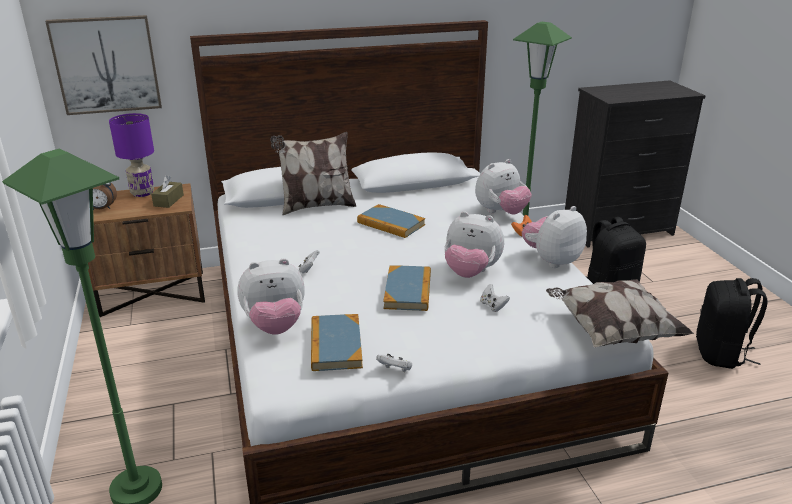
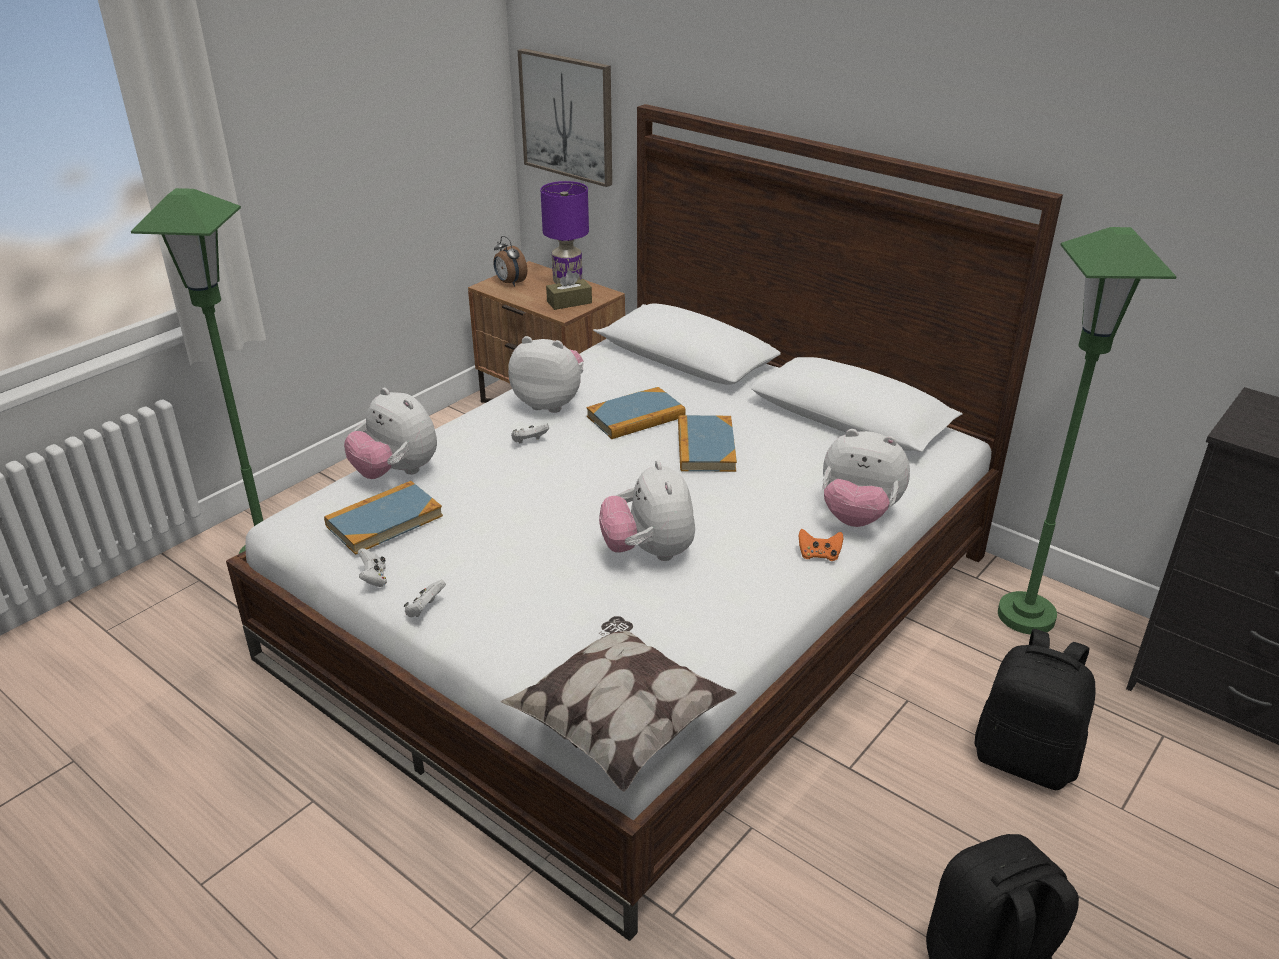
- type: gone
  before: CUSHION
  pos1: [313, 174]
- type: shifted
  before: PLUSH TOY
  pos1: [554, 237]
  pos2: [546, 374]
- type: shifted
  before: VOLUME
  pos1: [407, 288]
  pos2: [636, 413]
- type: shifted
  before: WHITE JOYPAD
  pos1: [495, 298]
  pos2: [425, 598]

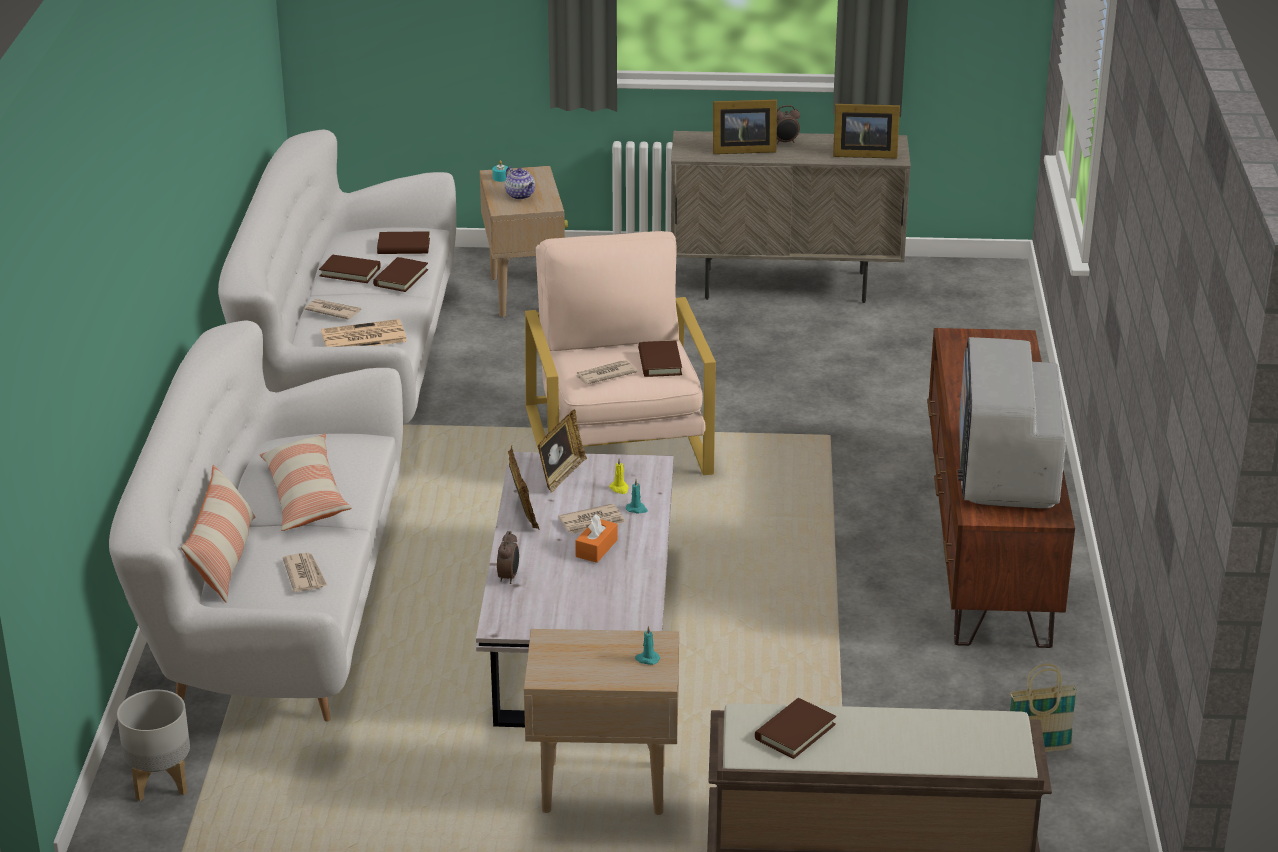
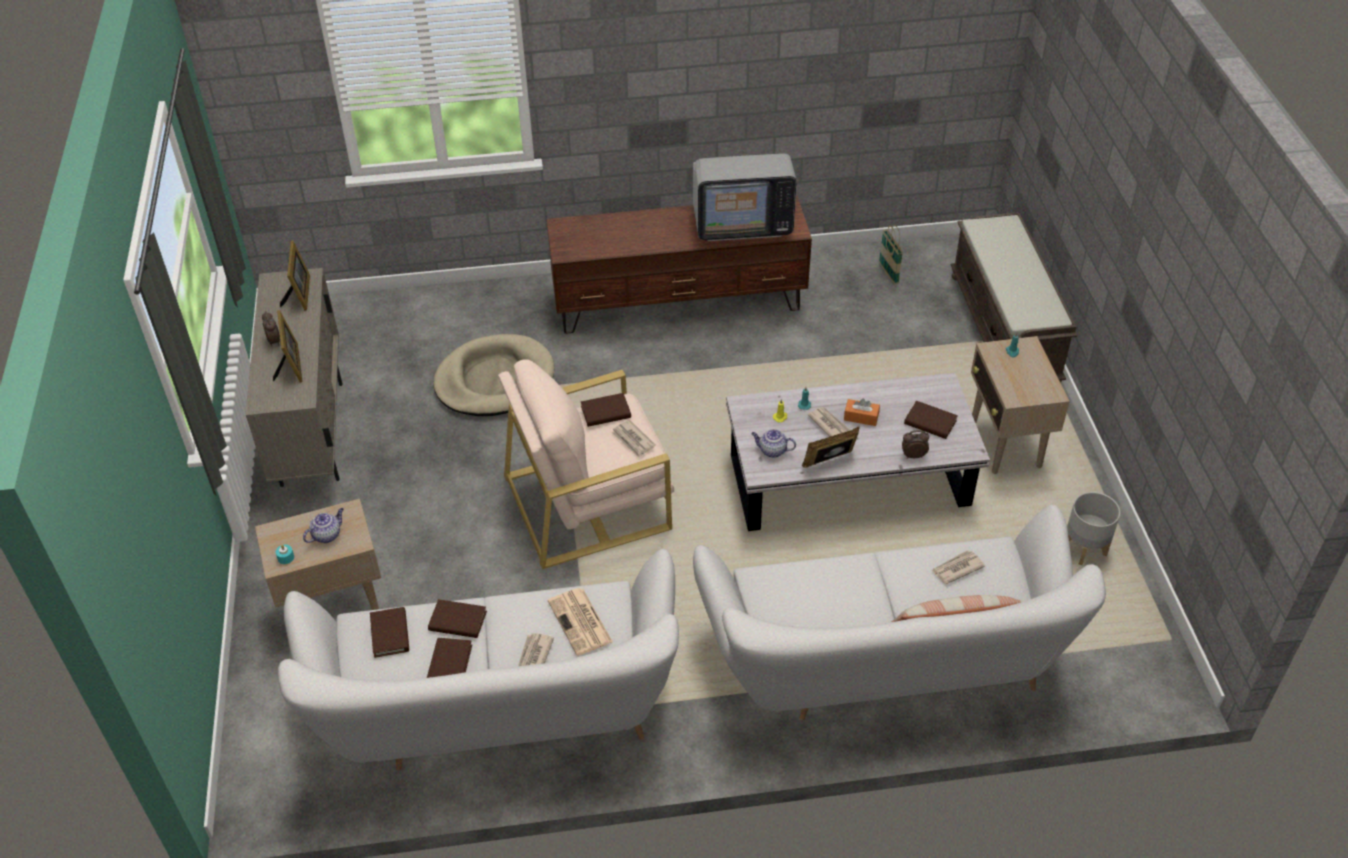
- type: swapped
  before: STANDING FRAME
  after: TEA POT
  pos1: [562, 451]
  pos2: [773, 443]
- type: gone
  before: CUSHION
  pos1: [306, 482]
- type: shifted
  before: GREY FLOWER POT
  pos1: [153, 745]
  pos2: [1093, 528]
- type: shifted
  before: BROWNISH VOLUME
  pos1: [795, 728]
  pos2: [931, 420]
- type: new
  after: BEIGE-COLOURED PET BED
  pos2: [494, 375]

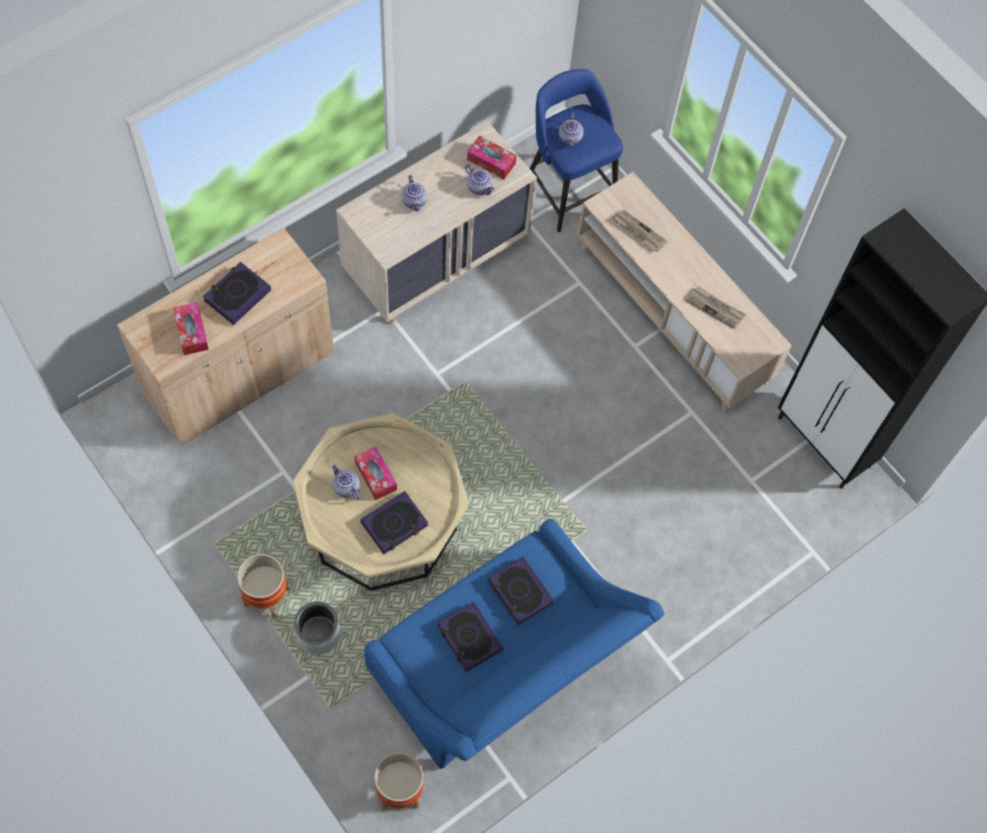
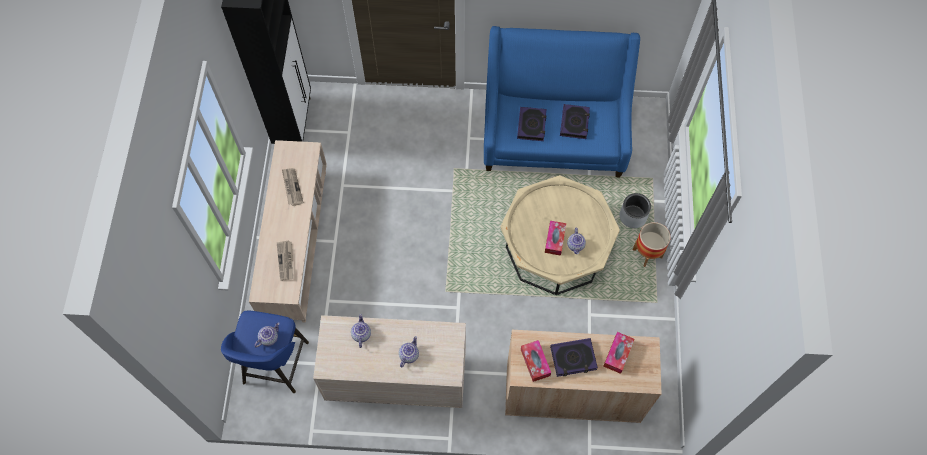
- type: shifted
  before: BOX OF TISSUES
  pos1: [492, 157]
  pos2: [536, 361]
- type: gone
  before: VOLUME
  pos1: [394, 522]
- type: gone
  before: FLOWER POT
  pos1: [399, 781]

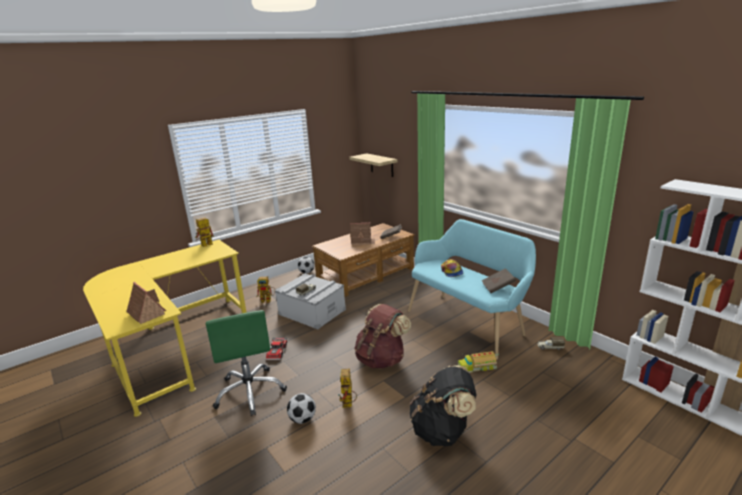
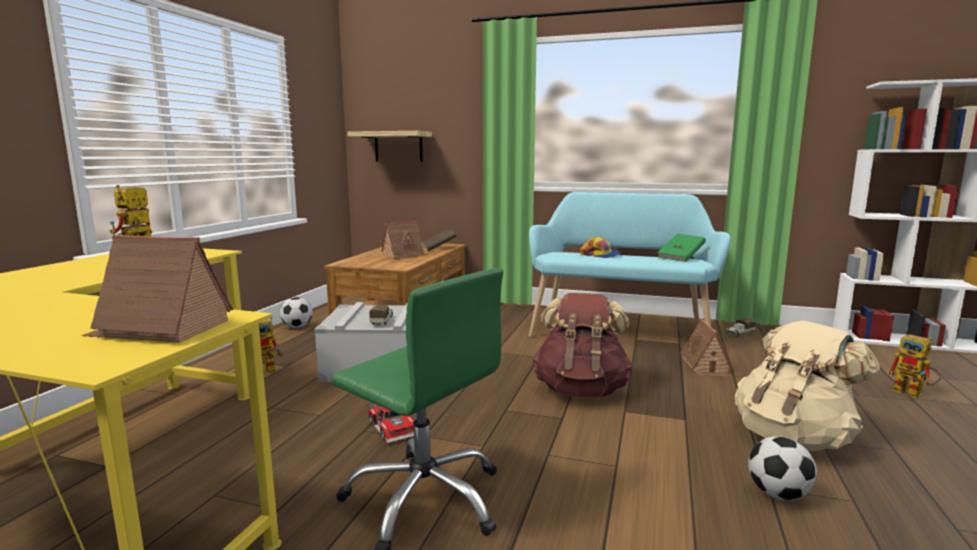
- type: repainted
  before: BROWNISH VOLUME
  after: GREENISH VOLUME
  pos1: [499, 280]
  pos2: [682, 248]
- type: swapped
  before: TOY LORRY
  after: TOY HOUSE
  pos1: [478, 362]
  pos2: [706, 348]
- type: repainted
  before: BLACK-COLOURED KNAPSACK
  after: BEIGE-COLOURED KNAPSACK
  pos1: [443, 405]
  pos2: [807, 386]
- type: shifted
  before: MODEL ROBOT
  pos1: [347, 388]
  pos2: [914, 366]
- type: shifted
  before: FOOTBALL BALL
  pos1: [301, 408]
  pos2: [782, 468]

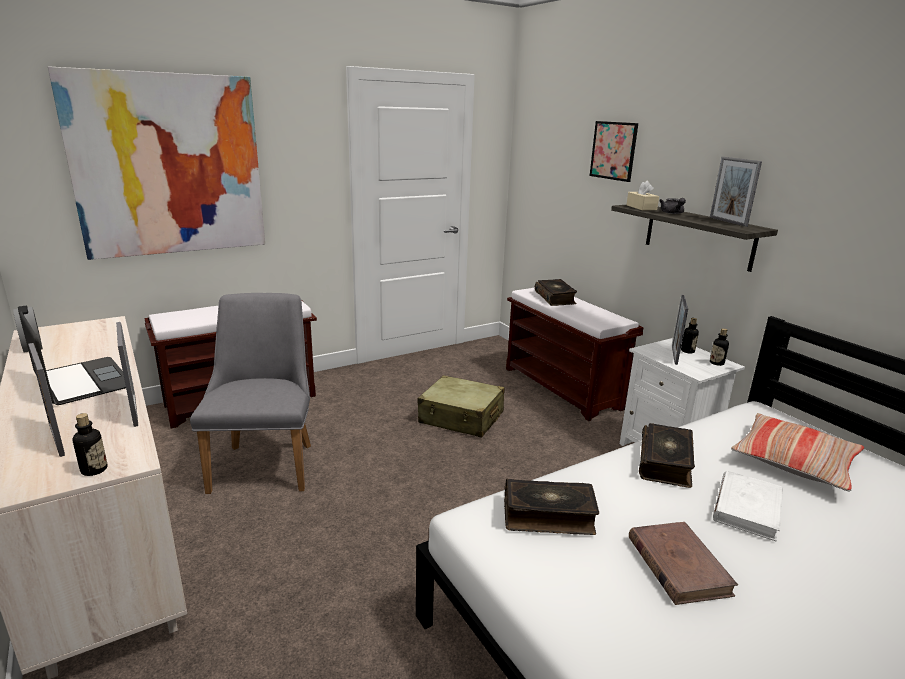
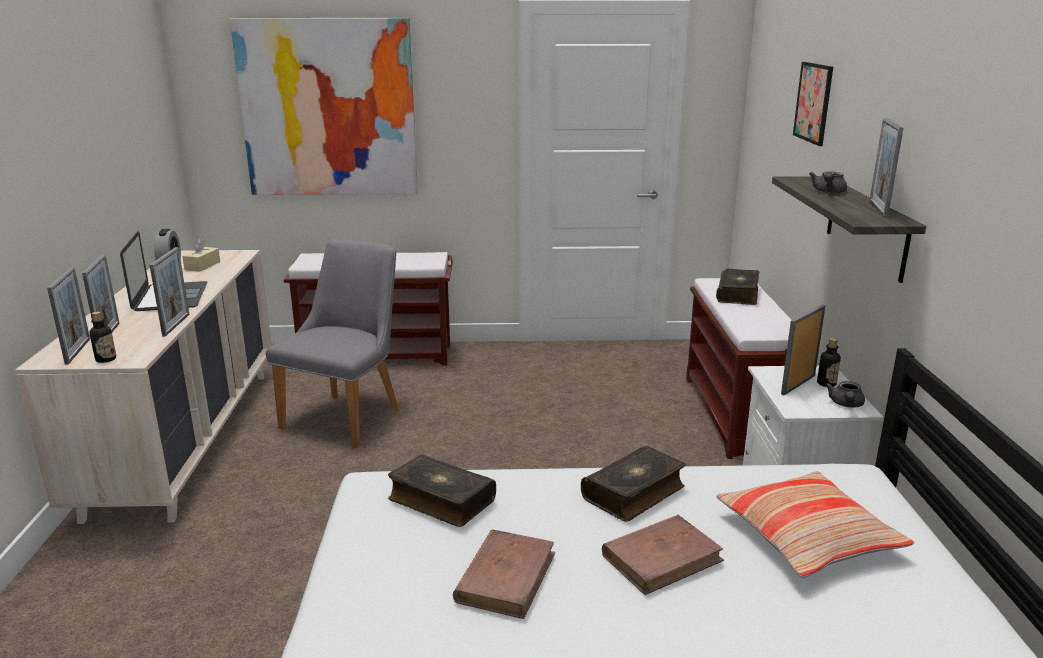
- type: shifted
  before: BEIGE-COLOURED BOX OF TISSUES
  pos1: [642, 195]
  pos2: [201, 255]
- type: swapped
  before: BOTTLE
  after: GREY TEA POT
  pos1: [719, 347]
  pos2: [845, 394]
- type: gone
  before: BEIGE-COLOURED SUITCASE
  pos1: [460, 406]
- type: repainted
  before: WHITE VOLUME
  after: BROWNISH VOLUME
  pos1: [748, 506]
  pos2: [663, 555]
- type: new
  after: STANDING FRAME
  pos2: [68, 316]

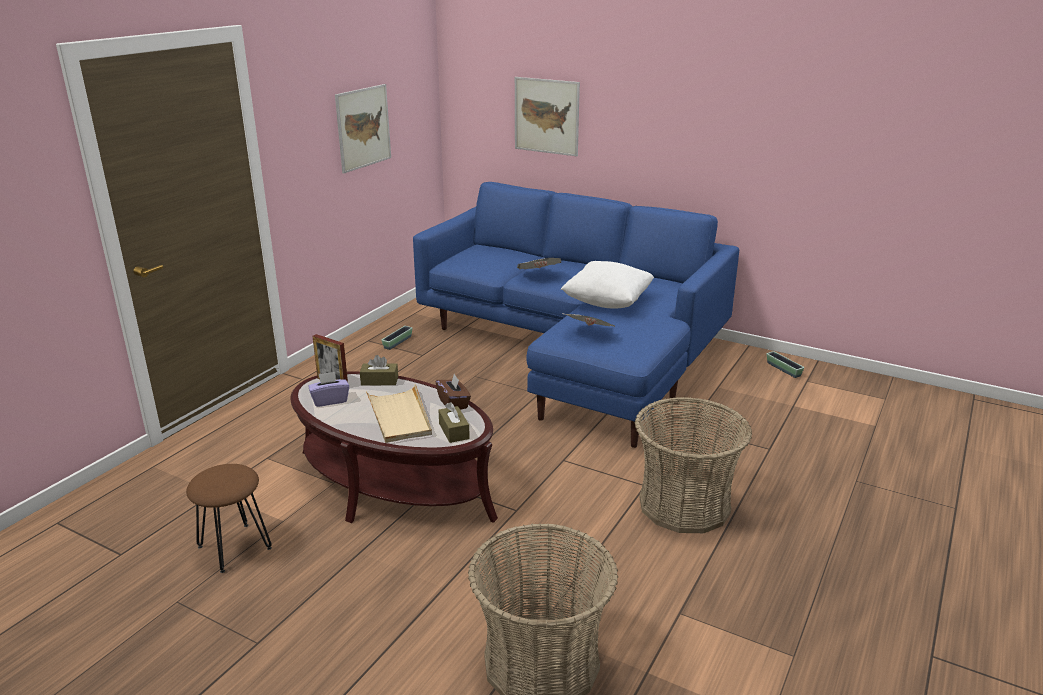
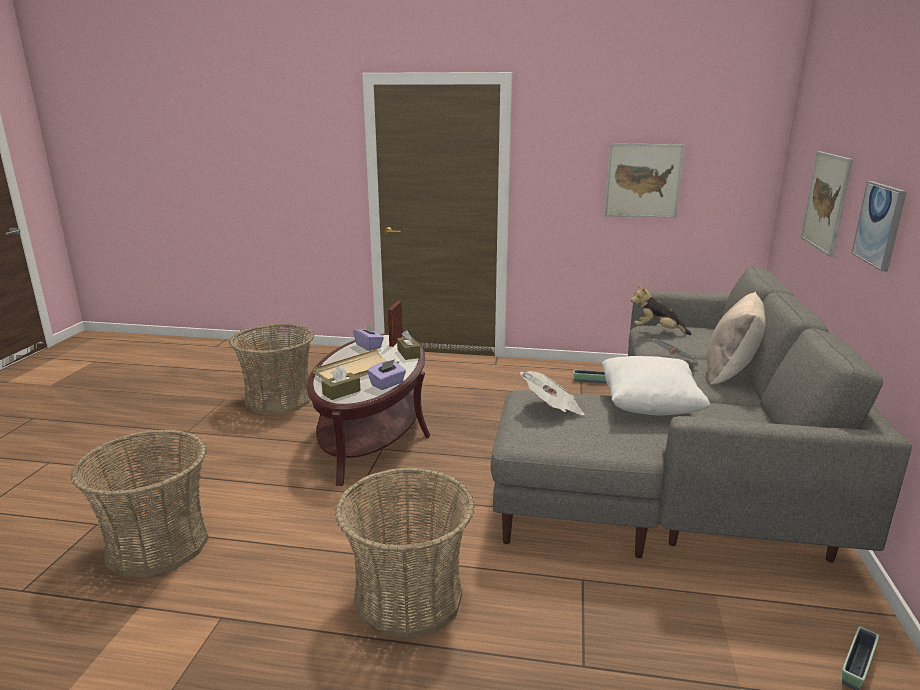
- type: repainted
  before: BLUISH COUCH
  after: GREY COUCH
  pos1: [576, 315]
  pos2: [701, 414]
- type: repainted
  before: BROWNISH BOX OF TISSUES
  after: PURPLISH BOX OF TISSUES
  pos1: [453, 392]
  pos2: [386, 374]
- type: swapped
  before: BROWNISH SITTING STOOL
  after: STORAGE BASKET
  pos1: [229, 518]
  pos2: [271, 369]
- type: new
  after: WALL PICTURE
  pos2: [879, 226]
- type: new
  after: PLUSH TOY
  pos2: [661, 310]
- type: new
  after: BEIGE-COLOURED CUSHION
  pos2: [736, 338]

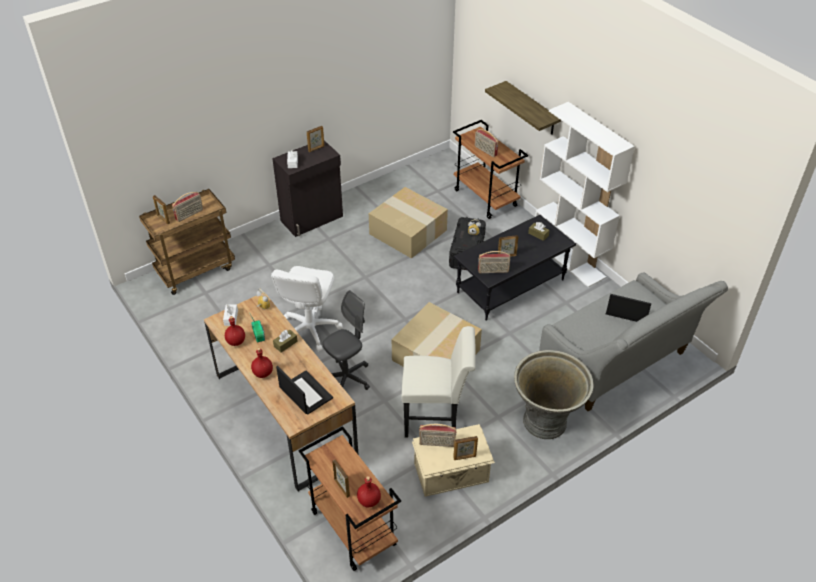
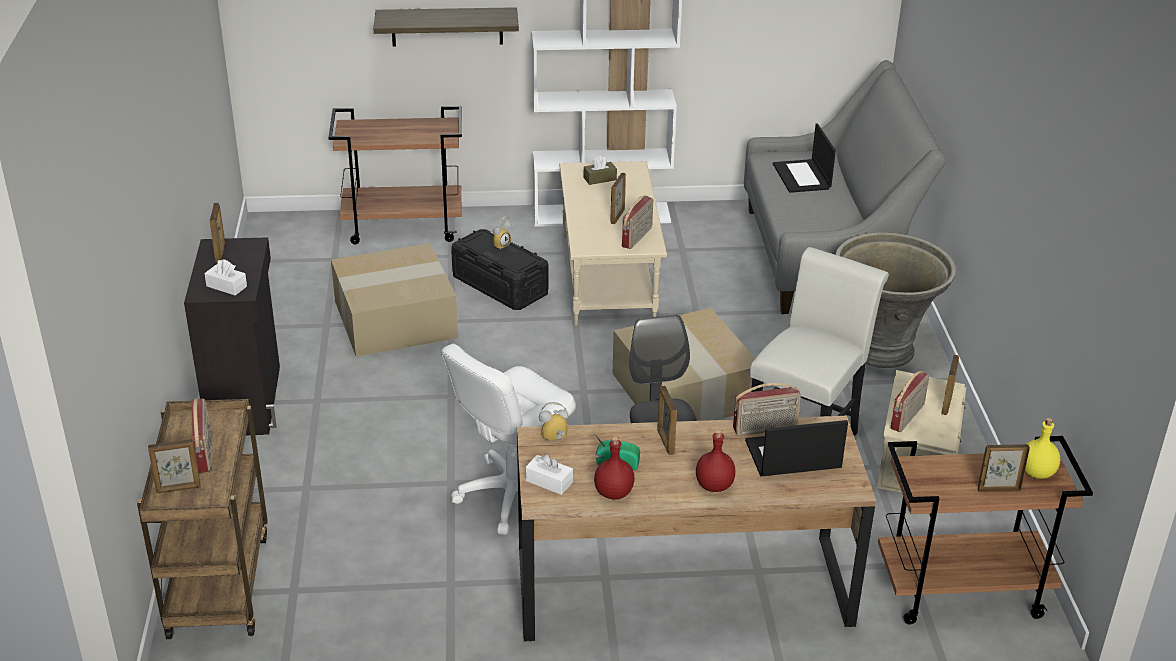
- type: shifted
  before: RADIO RECEIVER
  pos1: [487, 143]
  pos2: [767, 409]
- type: repainted
  before: BLACK-COLOURED LOW TABLE
  after: BEIGE-COLOURED LOW TABLE
  pos1: [515, 268]
  pos2: [613, 243]
- type: rotated
  before: WHITE OFFICE CHAIR
  pos1: [307, 308]
  pos2: [508, 439]
  turn: 90
- type: rotated
  before: LAPTOP
  pos1: [628, 308]
  pos2: [804, 158]
  turn: -60
- type: swapped
  before: BROWNISH BOX OF TISSUES
  after: STANDING FRAME
  pos1: [285, 340]
  pos2: [667, 420]
- type: repainted
  before: RED-COLOURED BOTTLE
  after: YELLOW BOTTLE
  pos1: [369, 491]
  pos2: [1042, 448]

